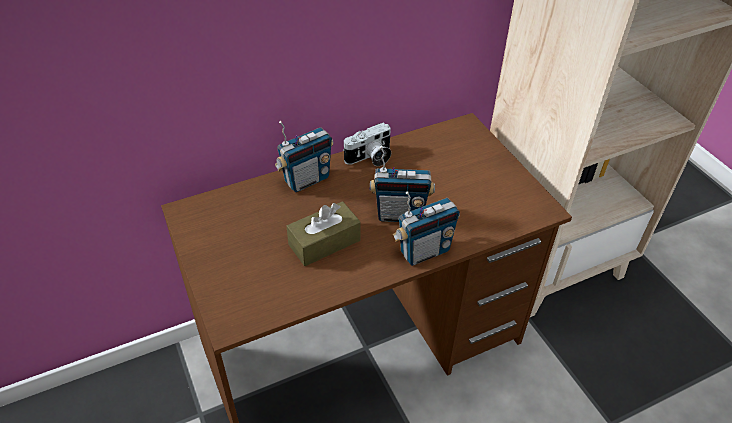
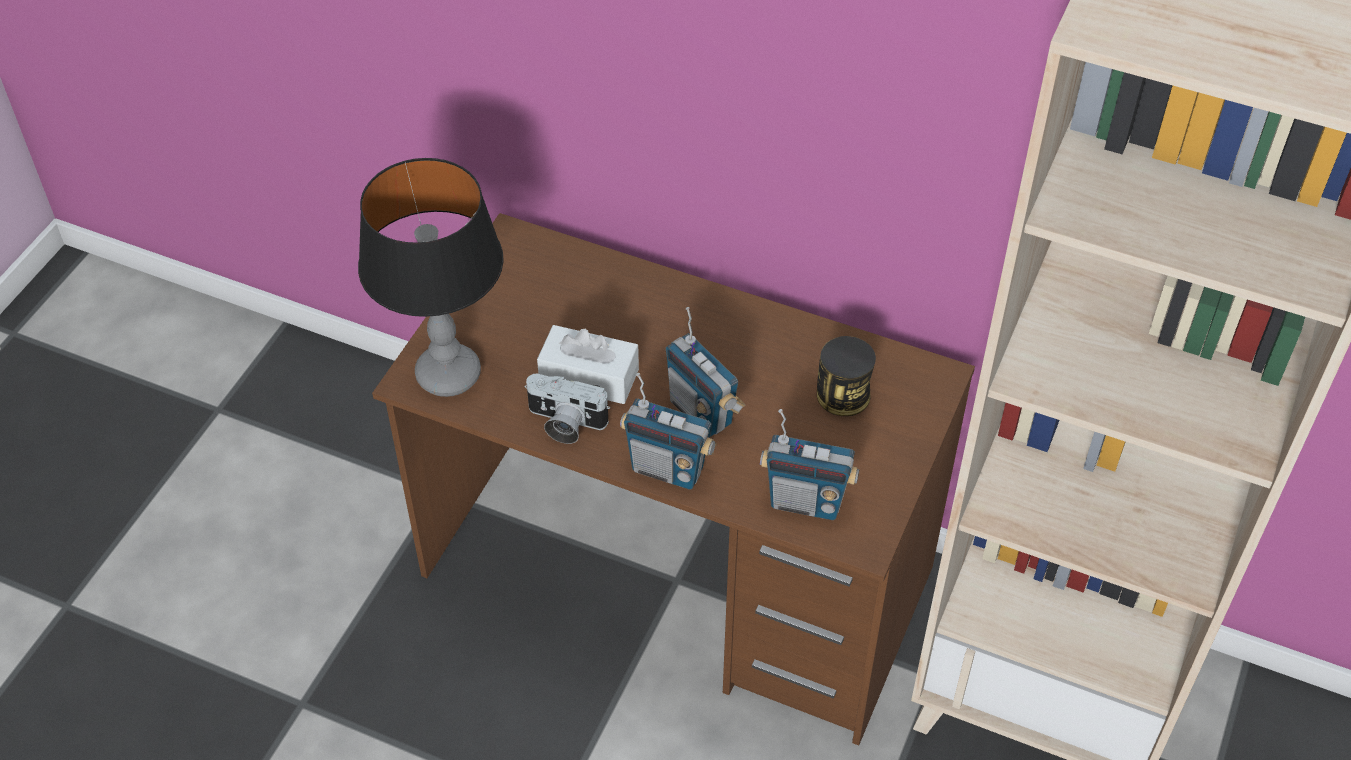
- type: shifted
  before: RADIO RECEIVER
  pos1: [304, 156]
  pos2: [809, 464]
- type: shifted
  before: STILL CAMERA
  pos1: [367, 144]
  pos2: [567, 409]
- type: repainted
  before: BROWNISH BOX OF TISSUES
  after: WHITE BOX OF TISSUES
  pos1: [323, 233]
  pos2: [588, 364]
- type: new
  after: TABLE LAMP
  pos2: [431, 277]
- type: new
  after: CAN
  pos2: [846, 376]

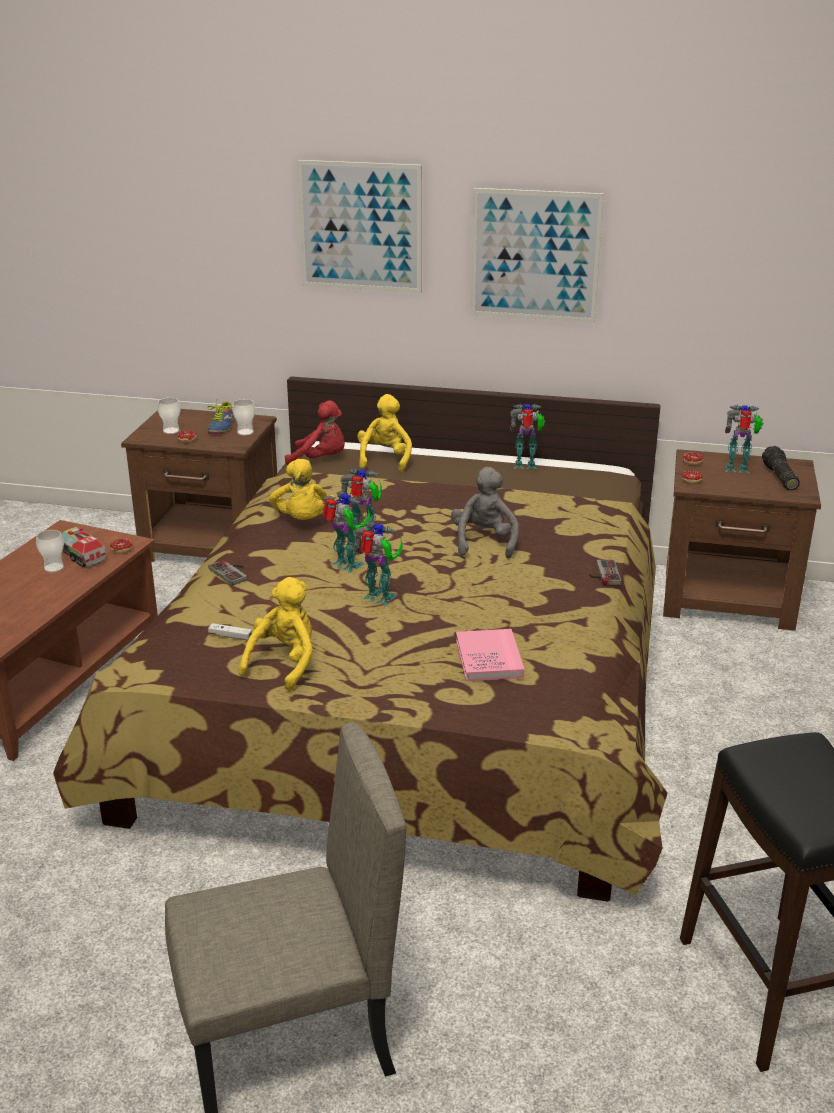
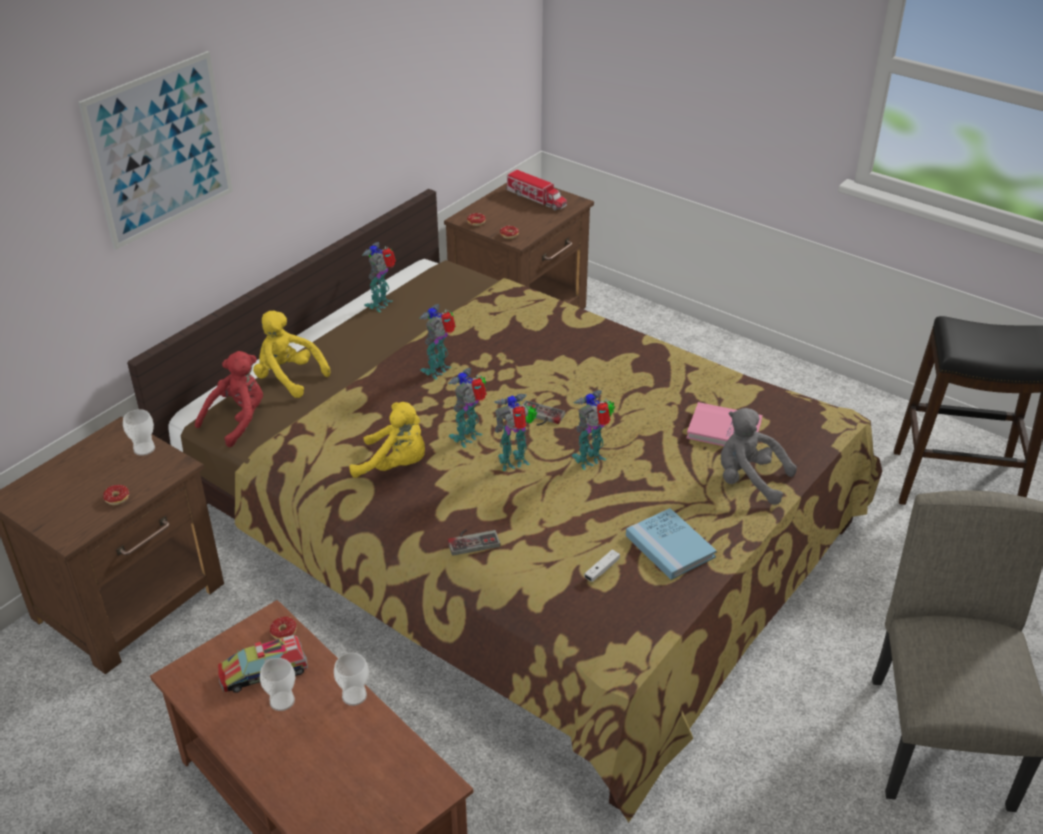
- type: gone
  before: WALL PICTURE
  pos1: [537, 255]
- type: shifted
  before: SMALL CUP
  pos1: [169, 416]
  pos2: [351, 679]
- type: gone
  before: ITEM OF FOOTWEAR
  pos1: [221, 418]
- type: shifted
  before: MODEL ROBOT
  pos1: [744, 439]
  pos2: [437, 342]
- type: swapped
  before: HAND TORCH
  after: TOY LORRY
  pos1: [781, 468]
  pos2: [536, 190]
- type: shifted
  before: GREY PLUSH TOY
  pos1: [485, 513]
  pos2: [759, 456]
- type: shifted
  before: JOYPAD
  pos1: [605, 572]
  pos2: [543, 412]
- type: swapped
  before: YELLOW PLUSH TOY
  after: BLUISH VOLUME
  pos1: [276, 634]
  pos2: [671, 544]

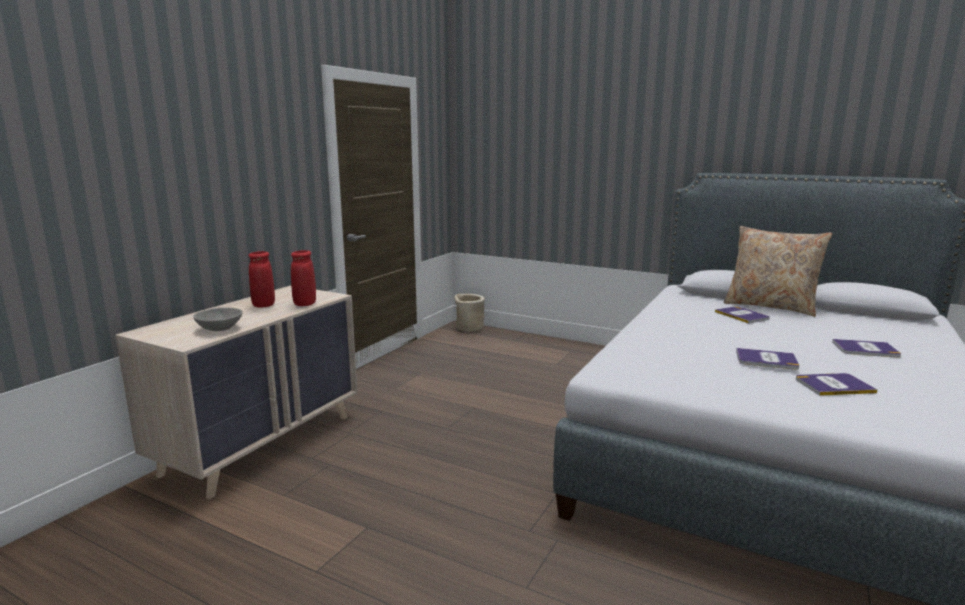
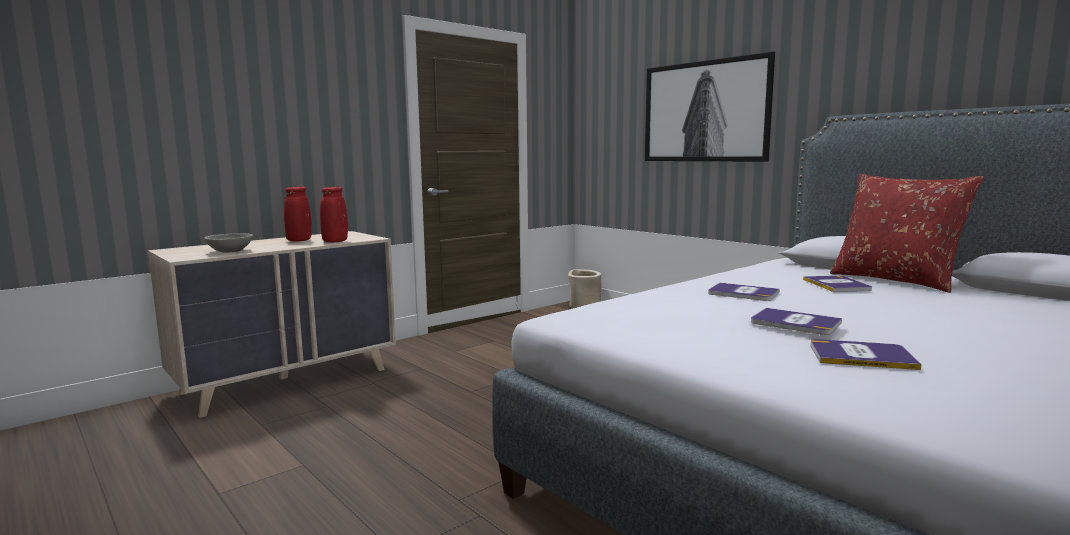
- type: repainted
  before: BEIGE-COLOURED CUSHION
  after: RED-COLOURED CUSHION
  pos1: [778, 271]
  pos2: [907, 233]
- type: shifted
  before: VOLUME
  pos1: [866, 348]
  pos2: [744, 292]
- type: new
  after: WALL PICTURE
  pos2: [710, 106]

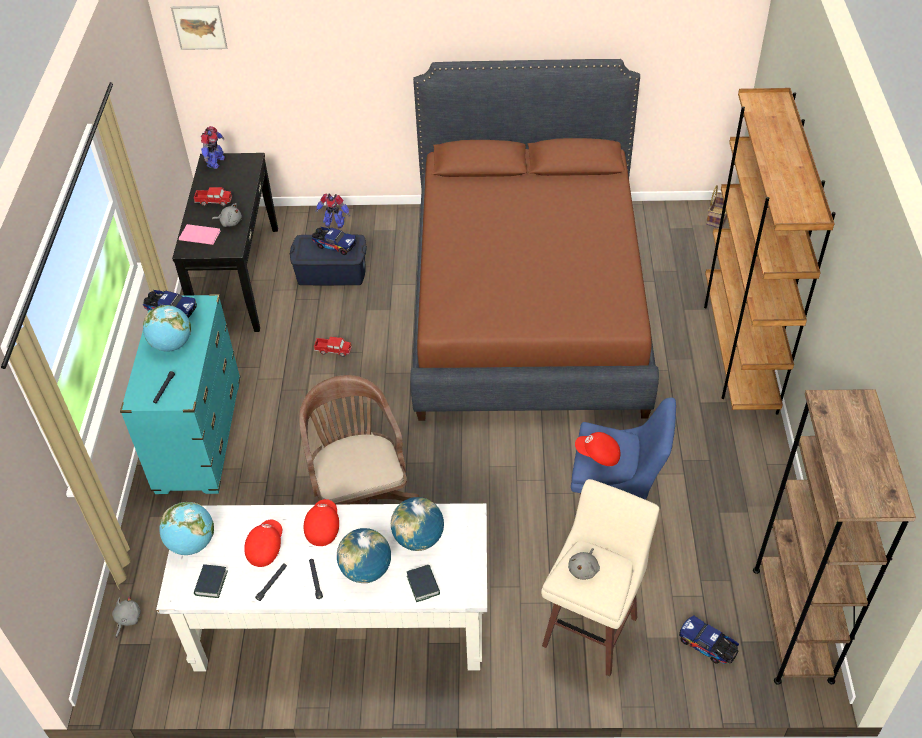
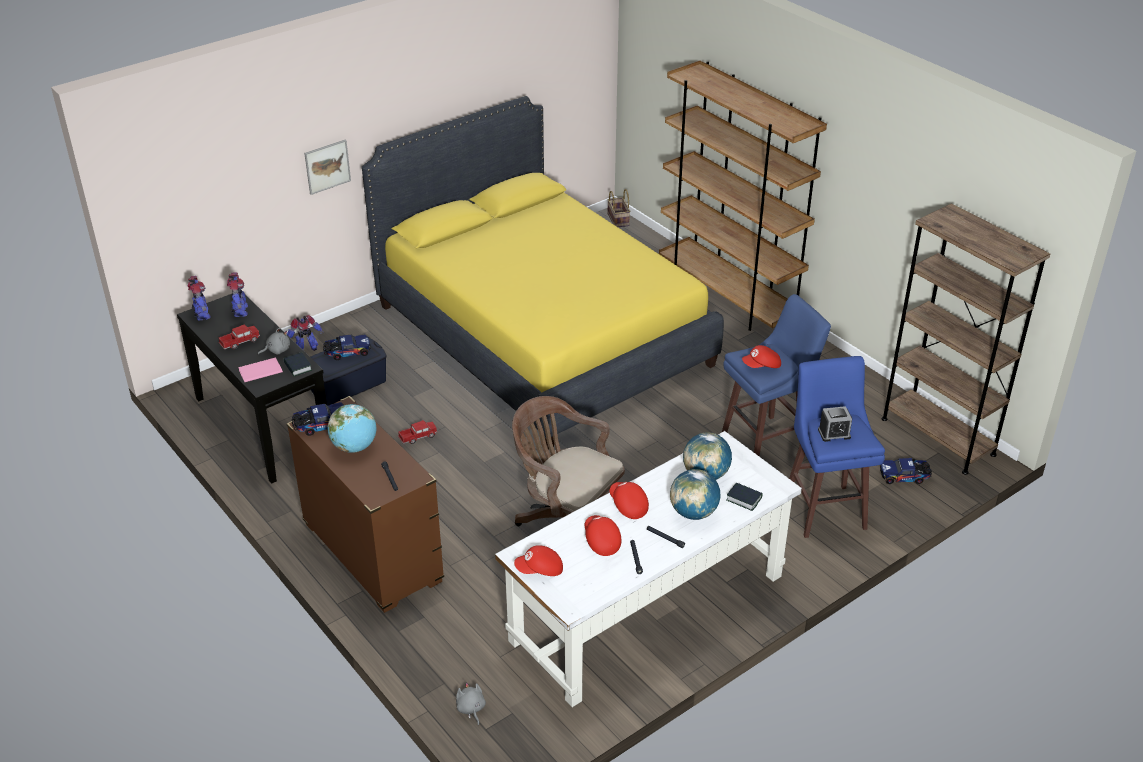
- type: shifted
  before: WALL PICTURE
  pos1: [199, 28]
  pos2: [327, 167]
- type: repainted
  before: BROWNISH BED
  after: YELLOW BED
  pos1: [534, 240]
  pos2: [543, 273]
- type: repainted
  before: TURQUOISE-COLOURED CHEST OF DRAWERS
  after: BROWNISH CHEST OF DRAWERS
  pos1: [180, 394]
  pos2: [365, 504]
- type: repainted
  before: BEIGE-COLOURED SITTING STOOL
  after: BLUISH SITTING STOOL
  pos1: [600, 578]
  pos2: [837, 447]
- type: swapped
  before: DESK GLOBE
  after: RED-COLOURED CAP
  pos1: [186, 528]
  pos2: [538, 560]
- type: swapped
  before: GREY PLUSH TOY
  after: ALARM CLOCK
  pos1: [584, 564]
  pos2: [835, 424]
- type: shifted
  before: VOLUME
  pos1: [211, 581]
  pos2: [297, 364]
- type: new
  after: MODEL ROBOT
  pos2: [237, 294]

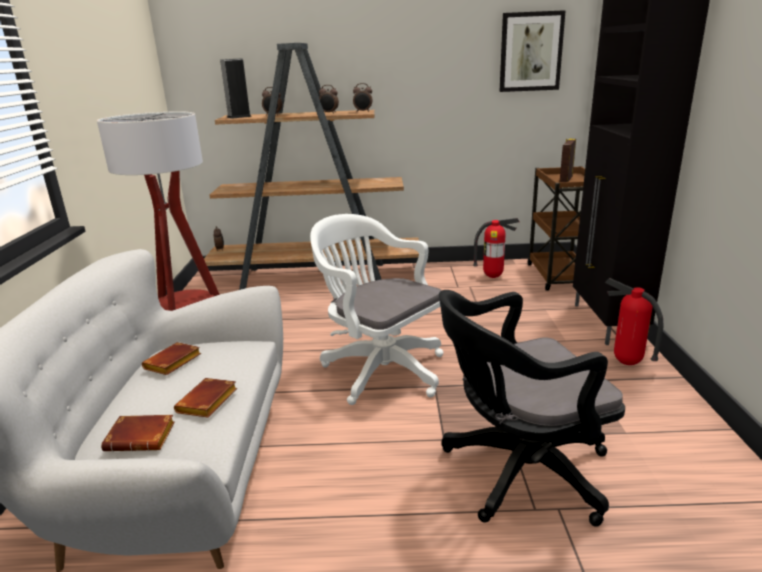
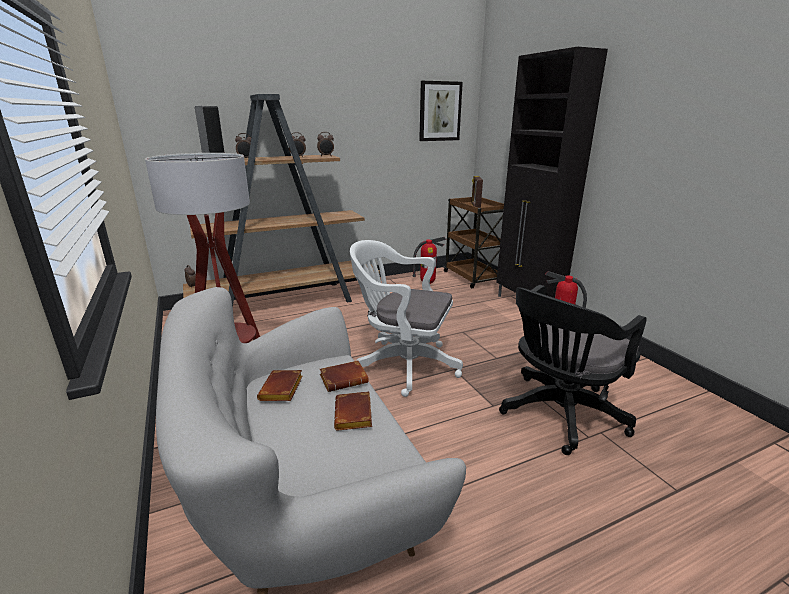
- type: shifted
  before: BROWNISH VOLUME
  pos1: [138, 433]
  pos2: [344, 376]

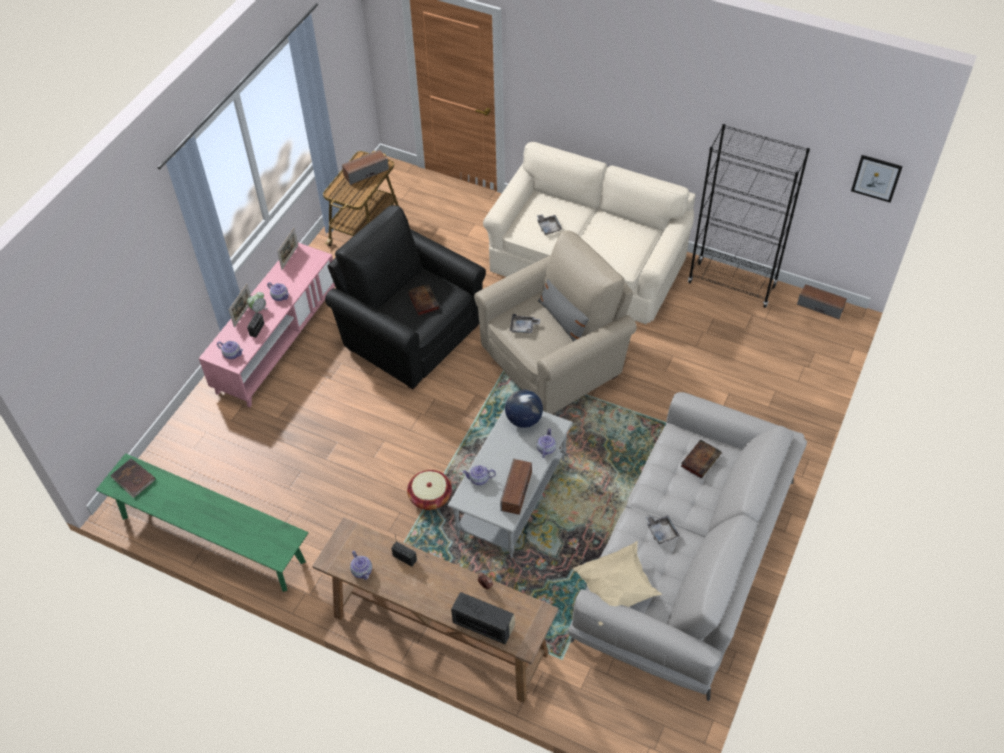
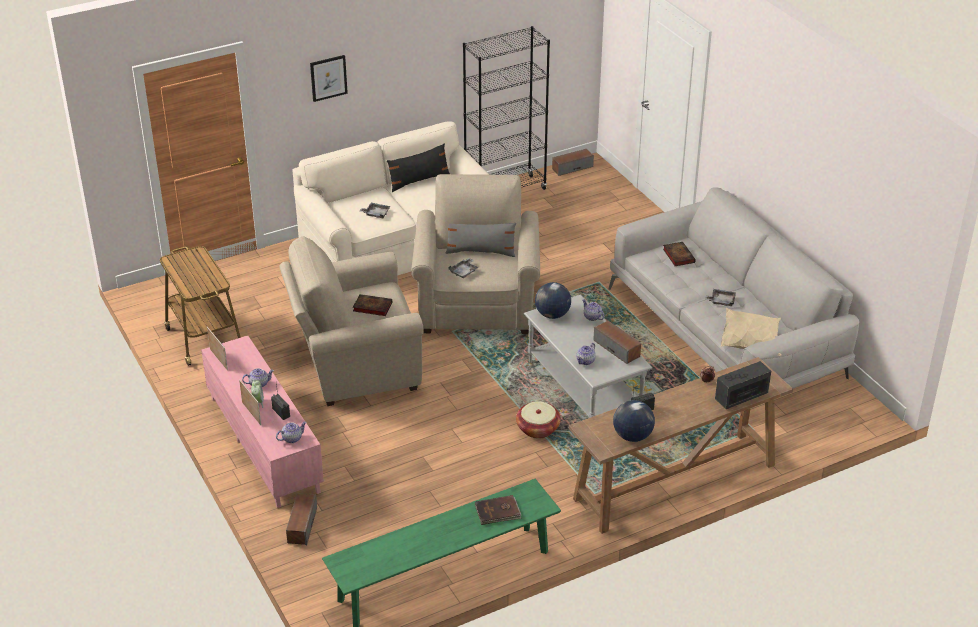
- type: shifted
  before: AUDIO SPEAKER
  pos1: [365, 167]
  pos2: [301, 519]
- type: shifted
  before: WALL PICTURE
  pos1: [877, 179]
  pos2: [329, 78]
- type: repainted
  before: BLACK-COLOURED LOUNGE CHAIR
  after: BEIGE-COLOURED LOUNGE CHAIR
  pos1: [405, 297]
  pos2: [351, 321]
- type: shifted
  before: BROWNISH VOLUME
  pos1: [133, 478]
  pos2: [498, 510]
- type: swapped
  before: TEA POT
  after: DESK GLOBE
  pos1: [361, 565]
  pos2: [634, 421]
- type: new
  after: BLACK-COLOURED CUSHION
  pos2: [418, 168]

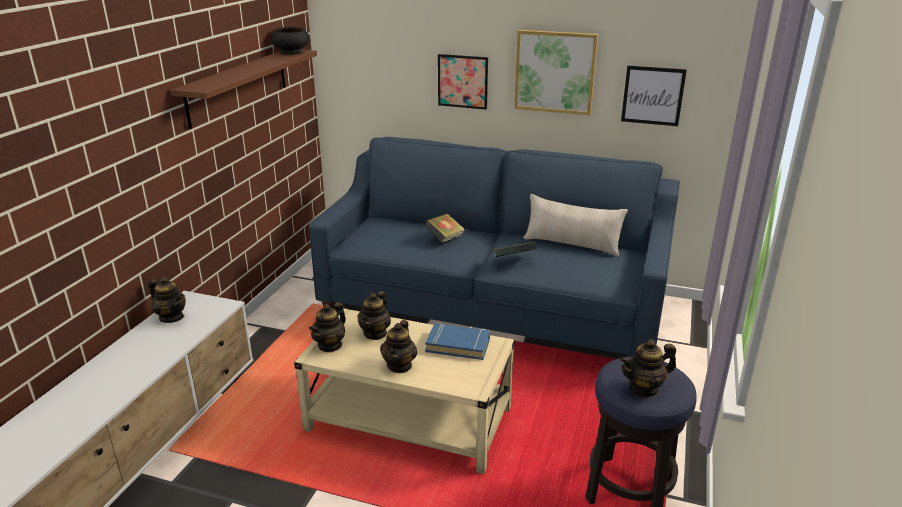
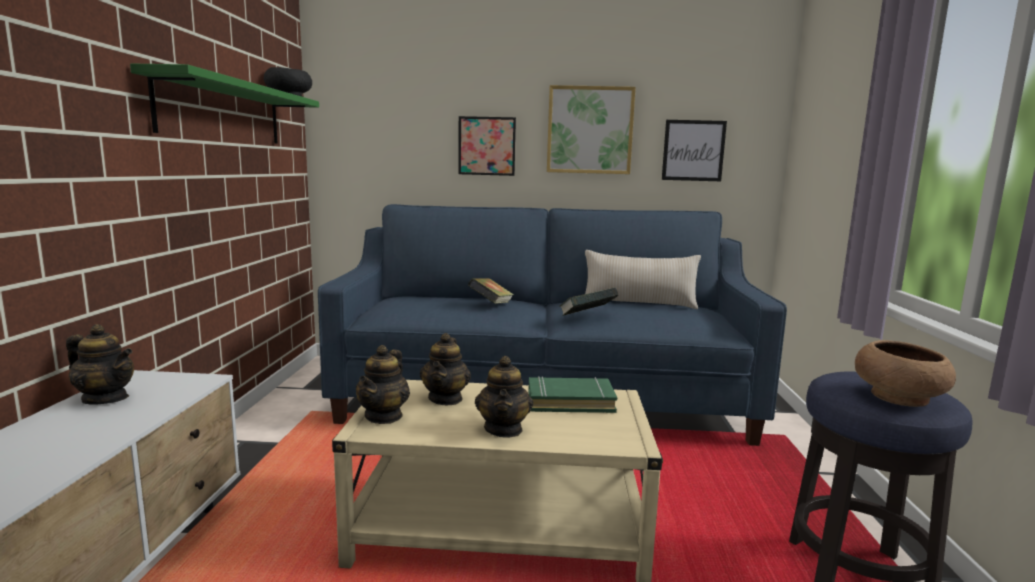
- type: repainted
  before: BROWNISH SHELF
  after: GREENISH SHELF
  pos1: [243, 89]
  pos2: [224, 103]
- type: repainted
  before: BLUISH VOLUME
  after: GREENISH VOLUME
  pos1: [457, 341]
  pos2: [572, 394]
- type: swapped
  before: TEA POT
  after: BROWNISH SERVING BOWL
  pos1: [648, 368]
  pos2: [905, 373]

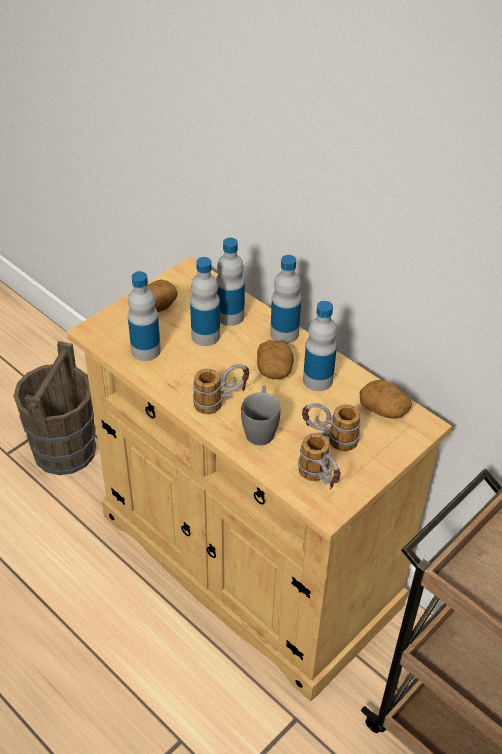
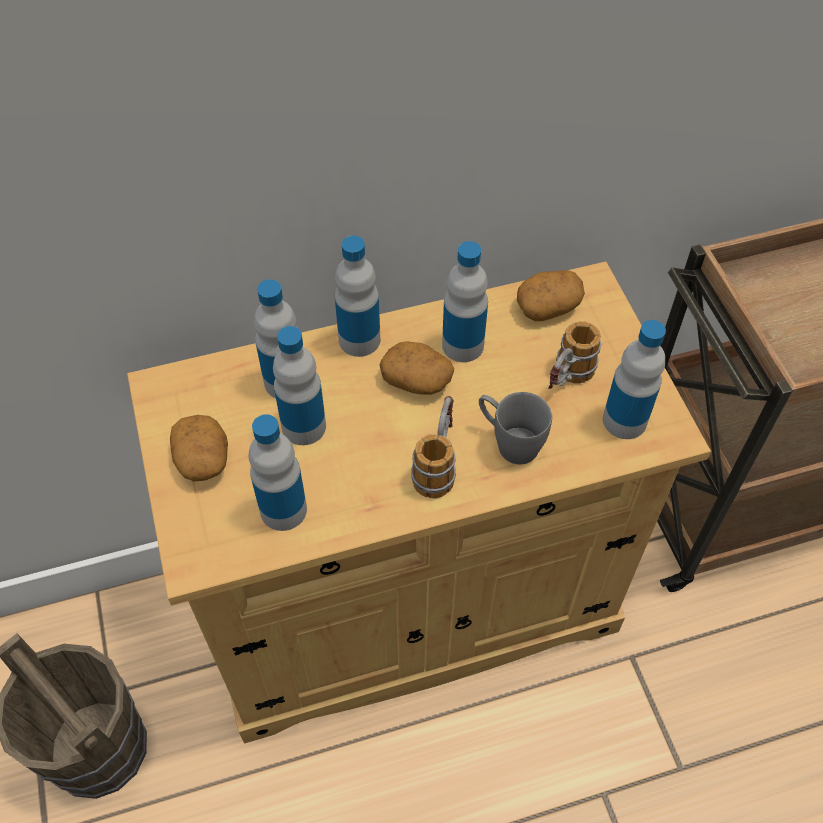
- type: swapped
  before: COFFEE MUG
  after: BOTTLE
  pos1: [319, 461]
  pos2: [634, 379]

